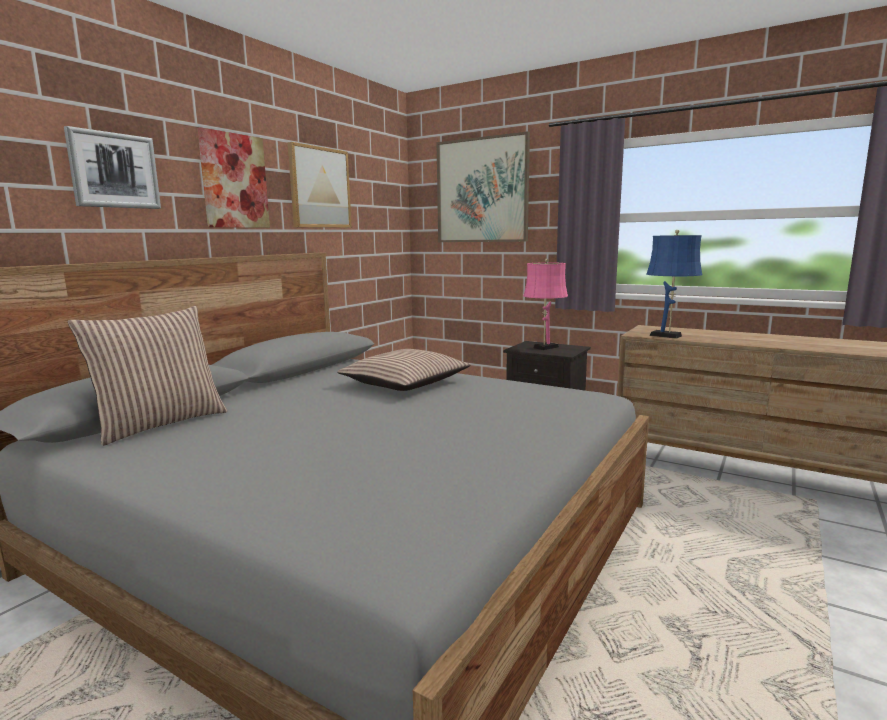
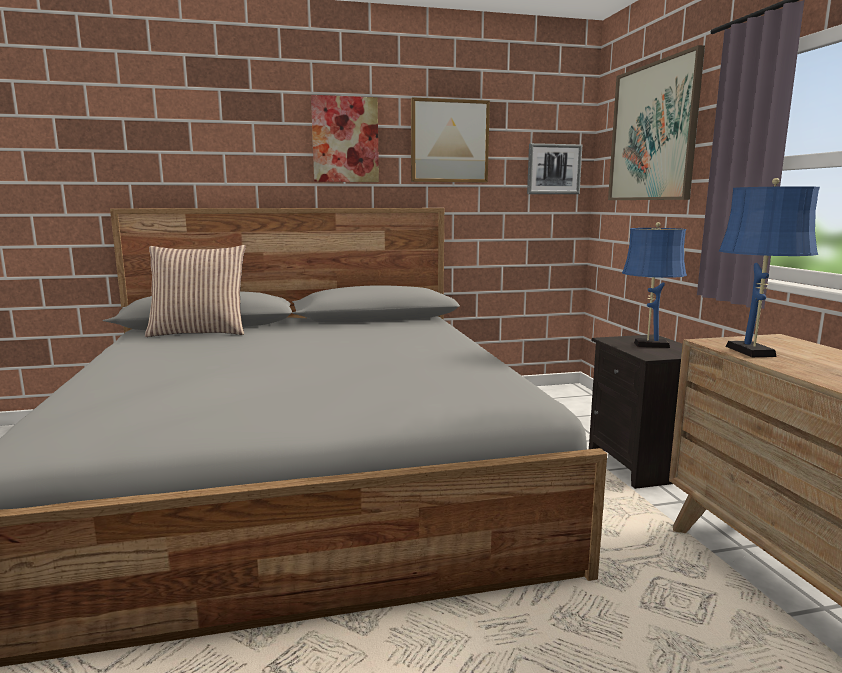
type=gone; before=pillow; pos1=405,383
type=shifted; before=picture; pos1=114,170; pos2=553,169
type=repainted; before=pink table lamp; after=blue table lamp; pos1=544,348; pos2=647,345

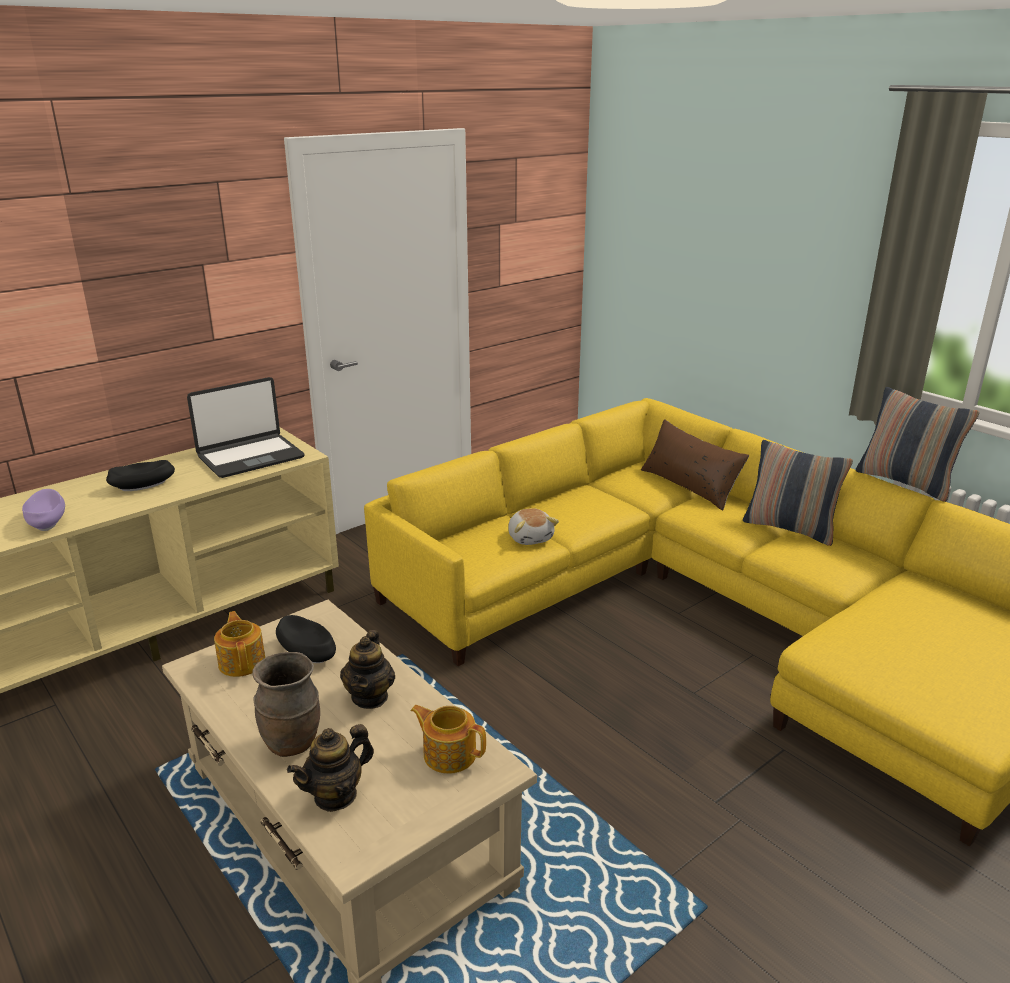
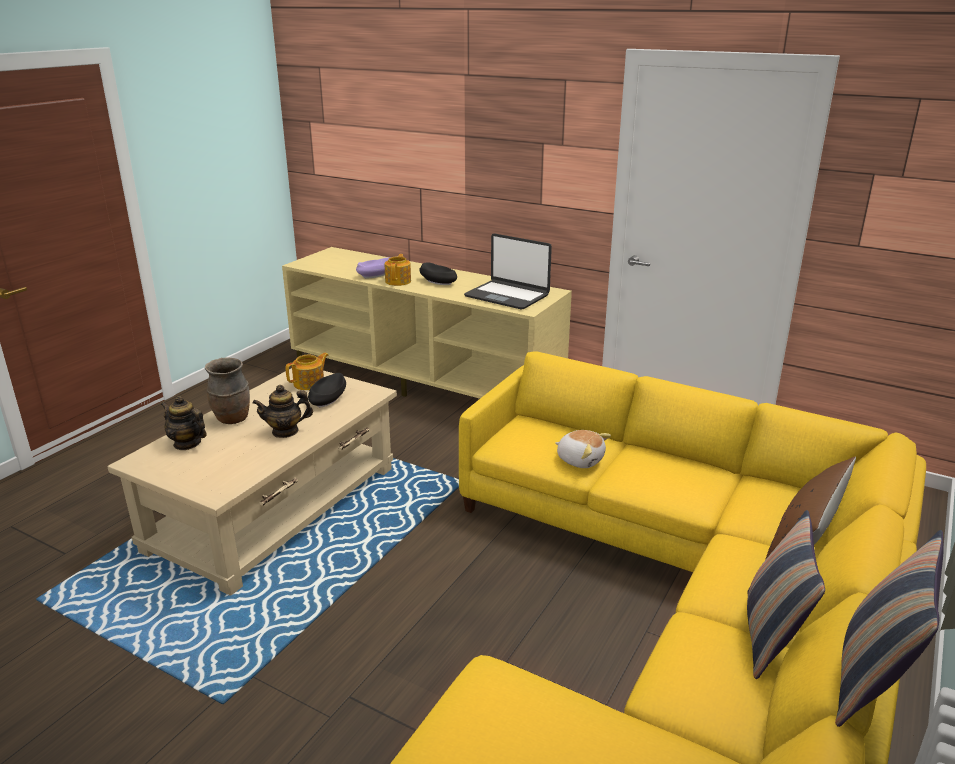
type=shifted; before=teapot; pos1=449,754; pos2=398,281
type=rotated; before=plush toy; pos1=531,537; pos2=580,459; turn=-105

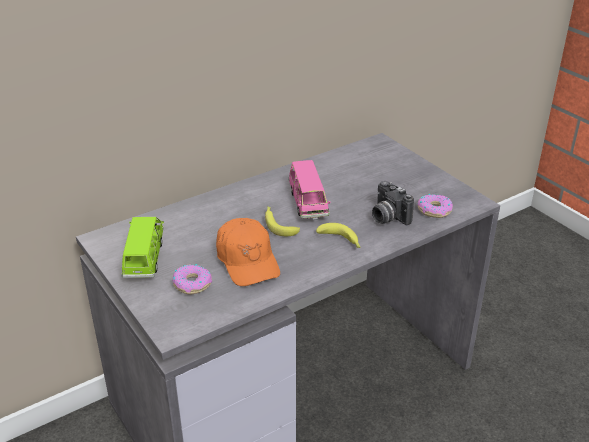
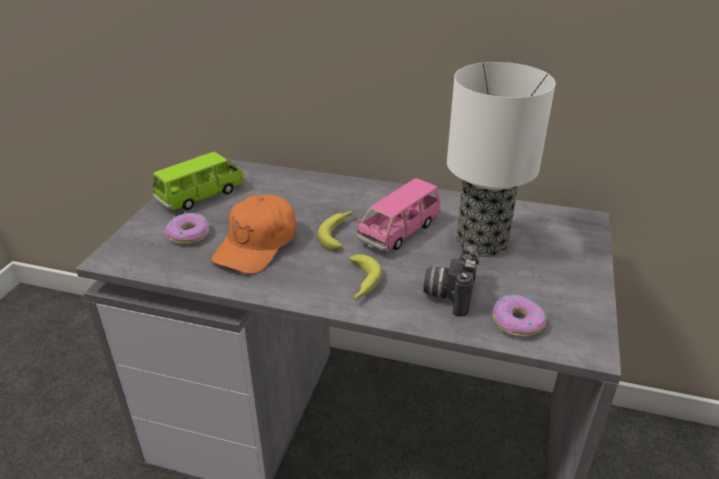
type=new; after=table lamp; pos2=482,241

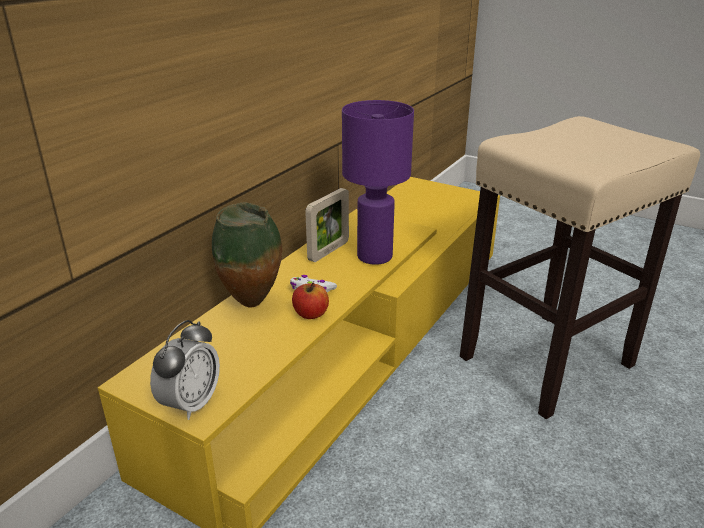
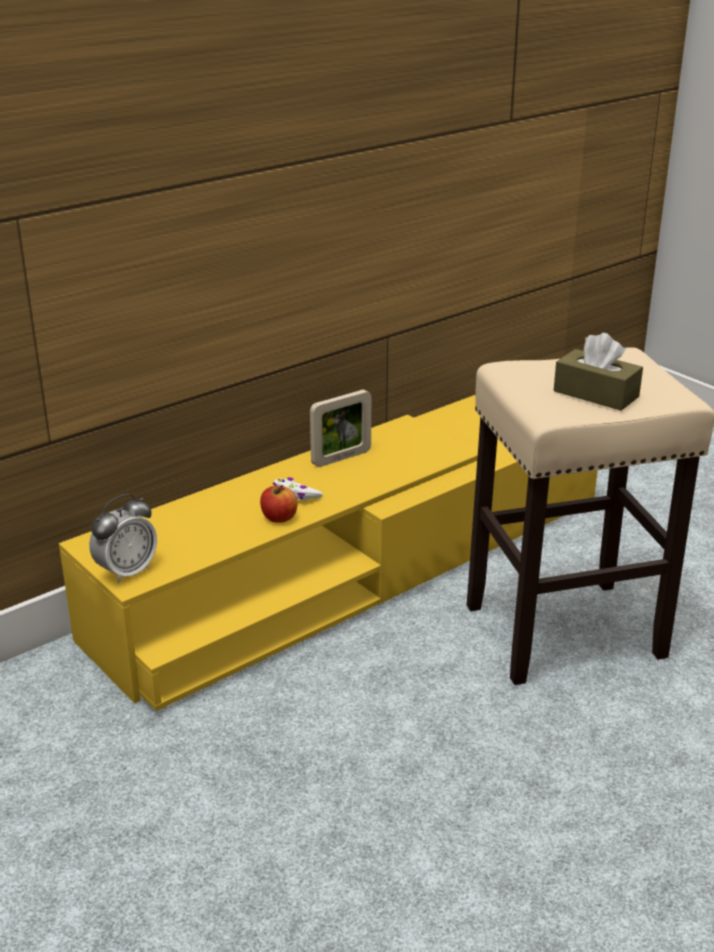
type=gone; before=vase; pos1=253,305
type=gone; before=purple table lamp; pos1=375,256
type=new; after=brown tissue box; pos2=596,394

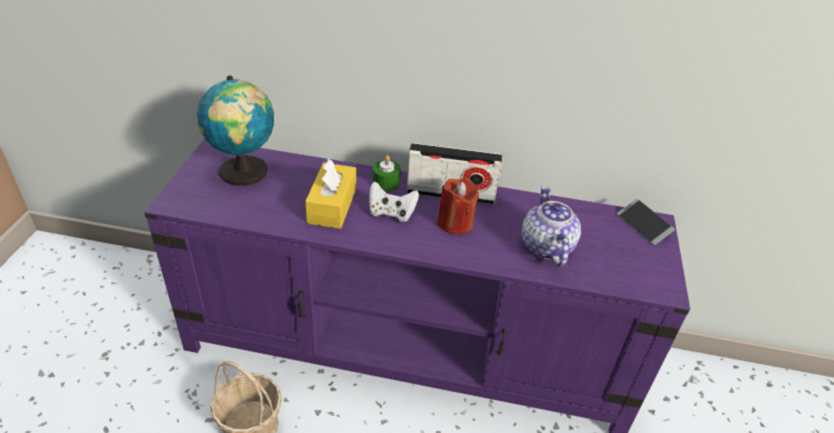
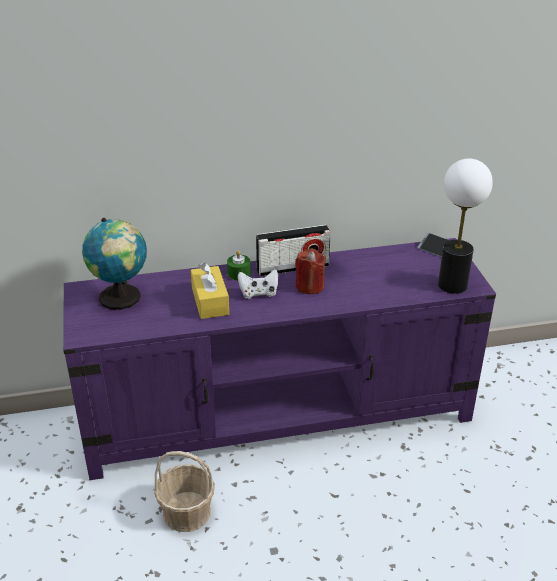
type=gone; before=teapot; pos1=546,247
type=new; after=table lamp; pos2=453,285

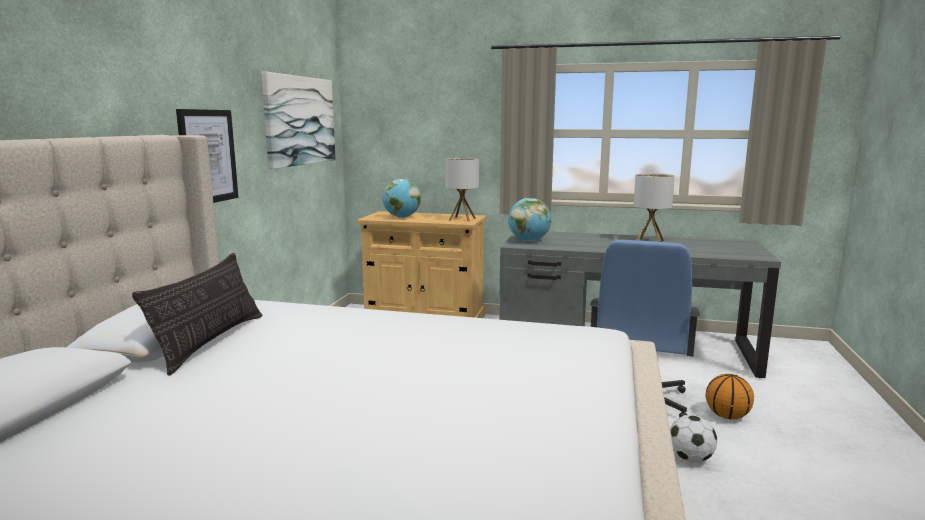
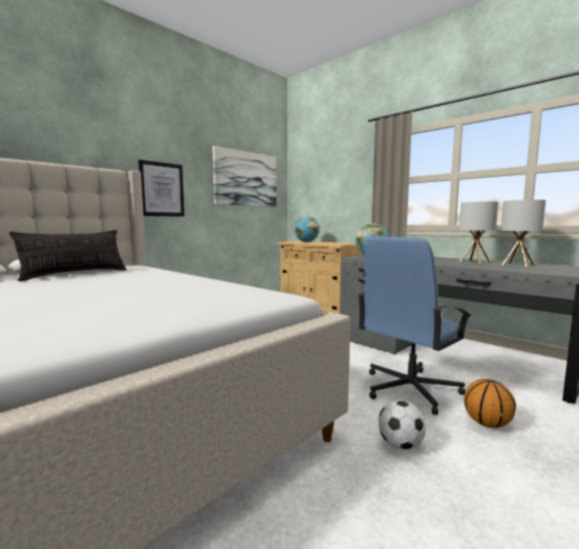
type=shifted; before=table lamp; pos1=462,219; pos2=517,265

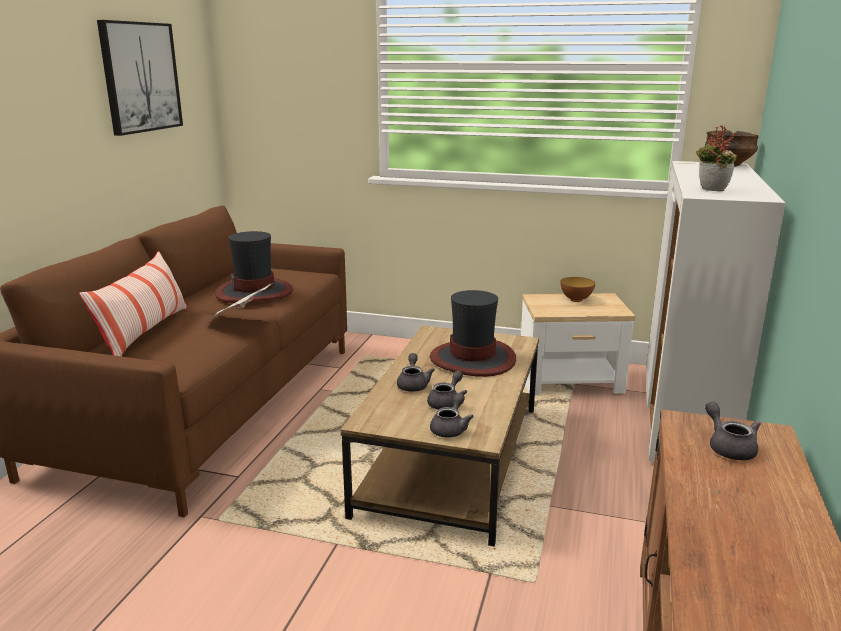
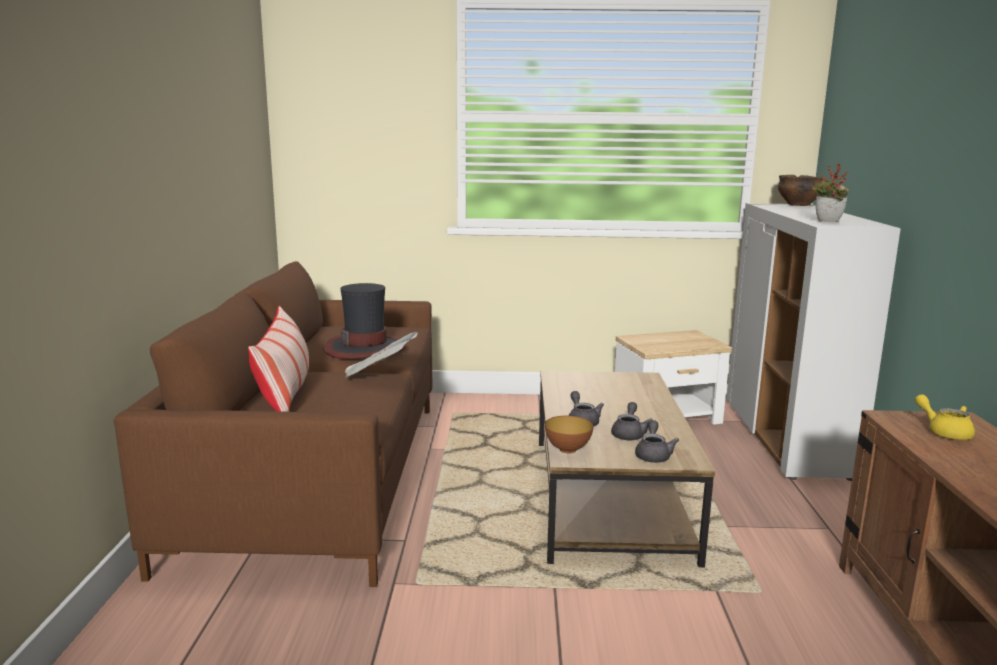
type=gone; before=picture; pos1=140,77
type=gone; before=hat; pos1=473,359
type=shifted; before=bowl; pos1=576,300; pos2=568,450
type=repainted; before=grey teapot; after=yellow teapot; pos1=728,447; pos2=944,432

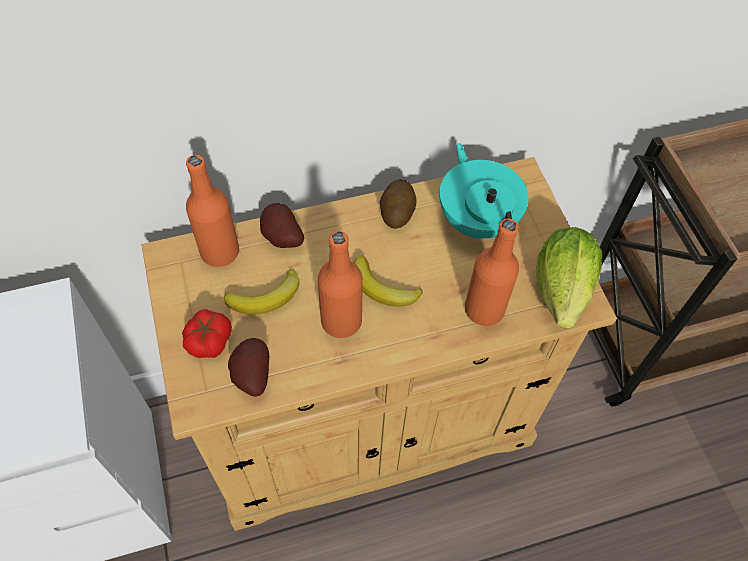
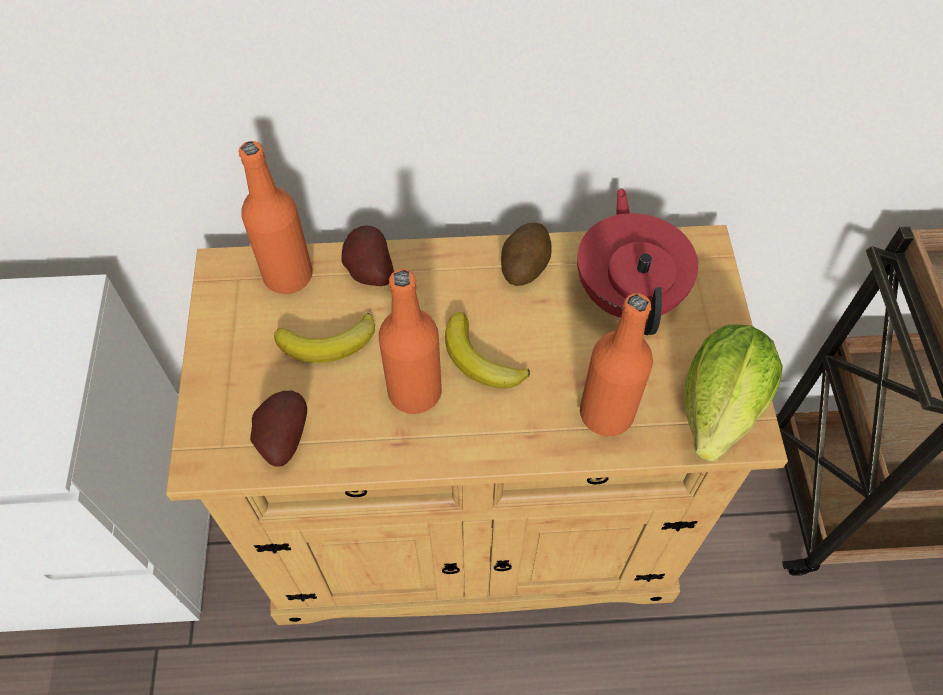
type=gone; before=tomato; pos1=208,340
type=repainted; before=turquoise teapot; after=red teapot; pos1=478,220; pos2=629,294

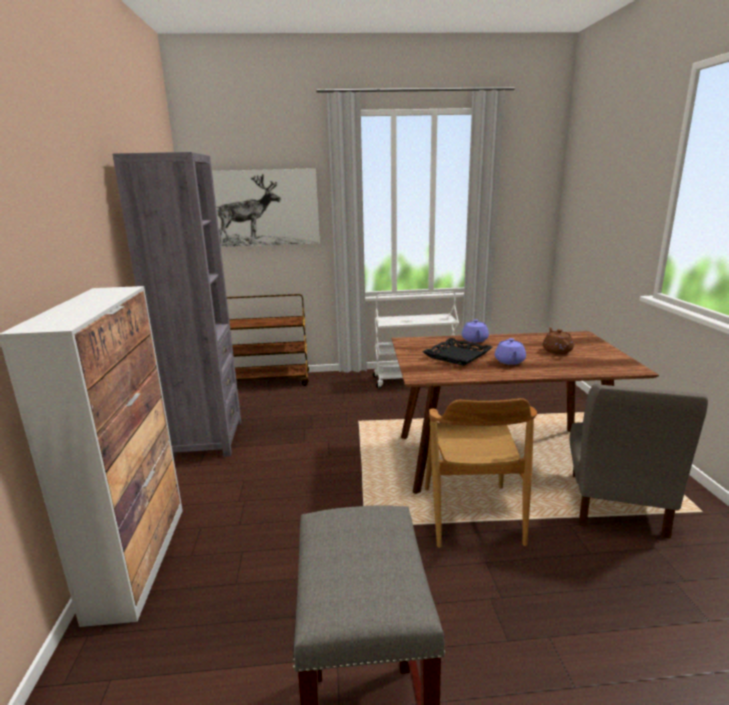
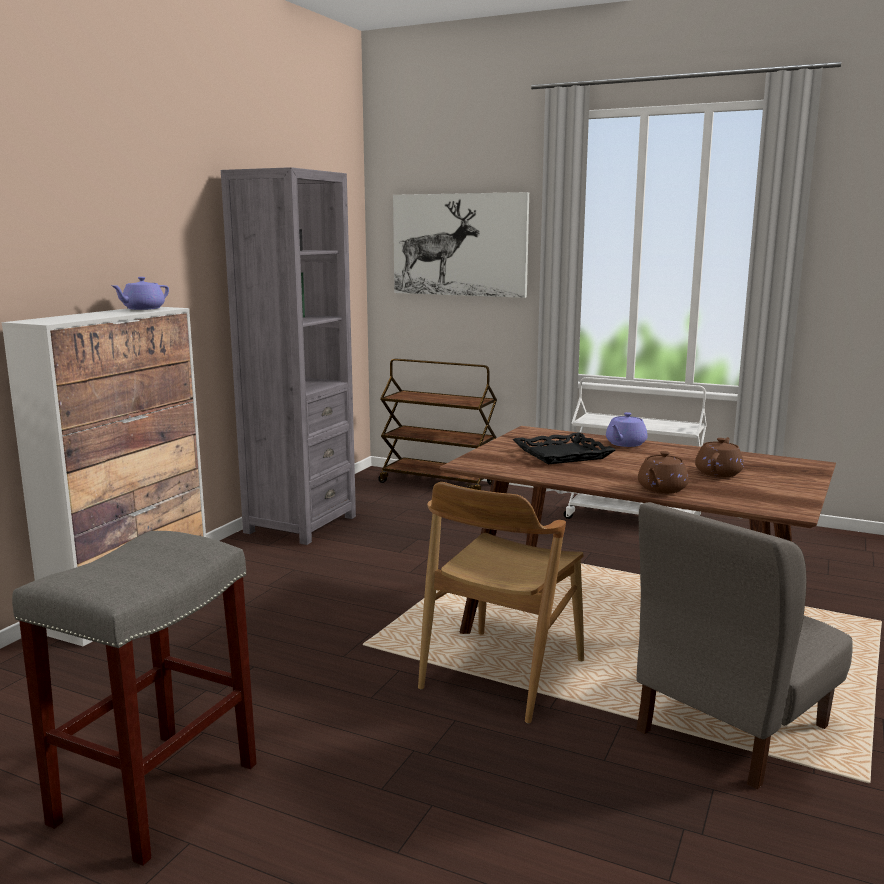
type=new; after=brown teapot; pos2=661,489
type=shifted; before=purple teapot; pos1=509,361; pos2=142,309

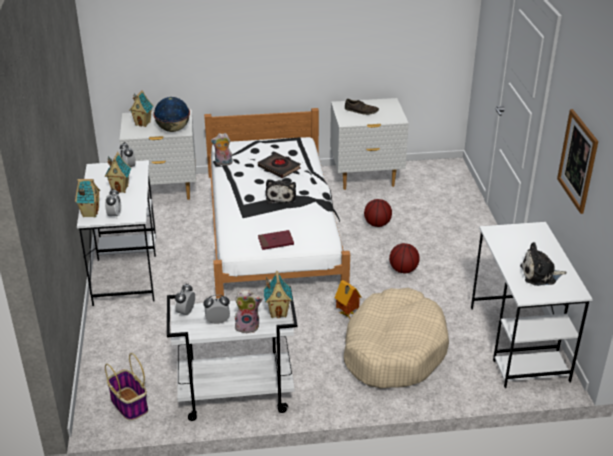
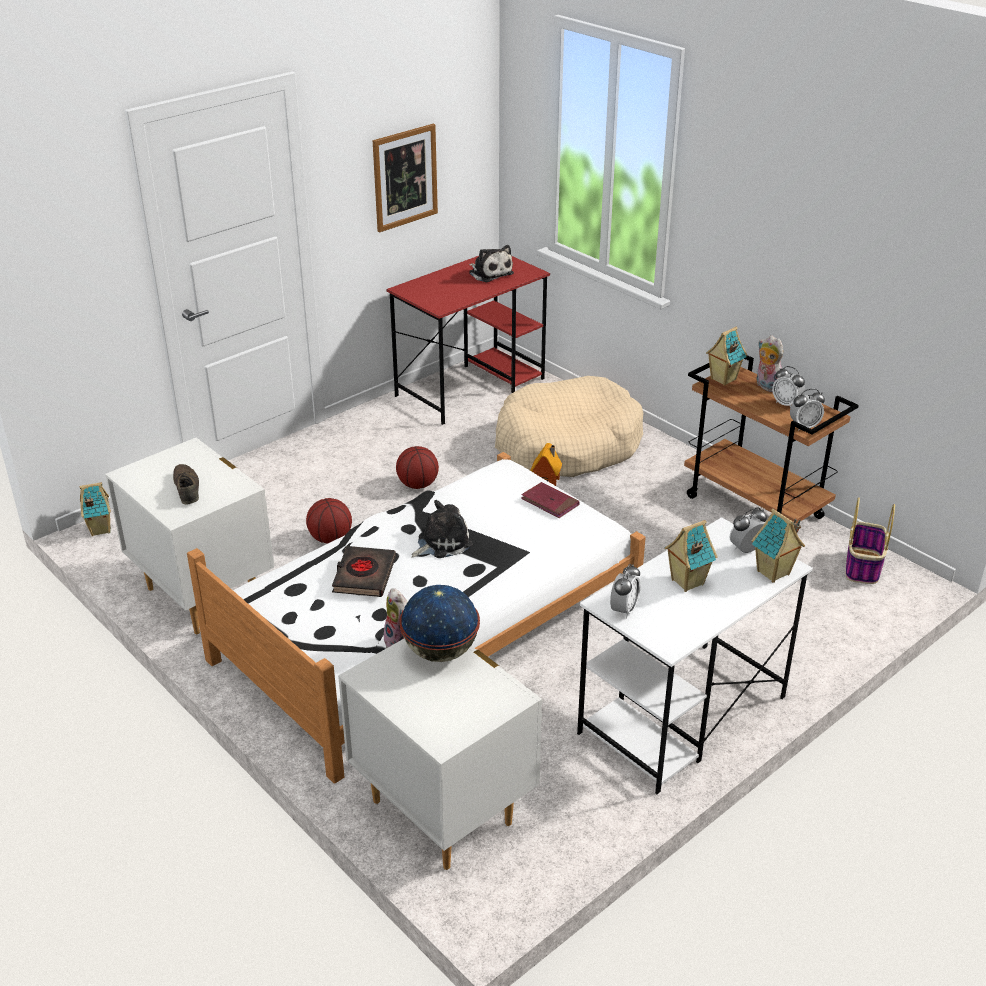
type=shifted; before=toy house; pos1=143,123; pos2=99,529
type=repainted; before=white cart; after=brown cart; pos1=235,396; pos2=755,507
type=repainted; before=white desk; after=red desk; pos1=518,343; pos2=471,386

